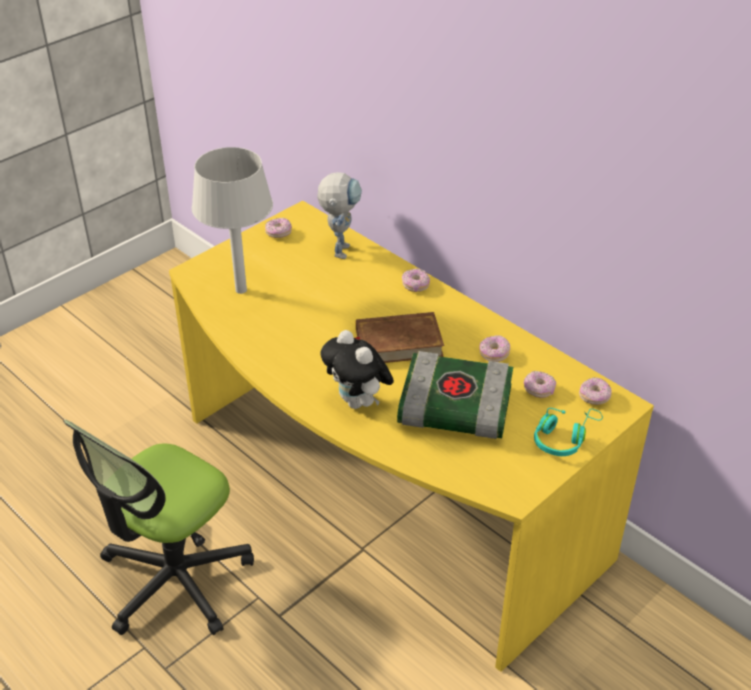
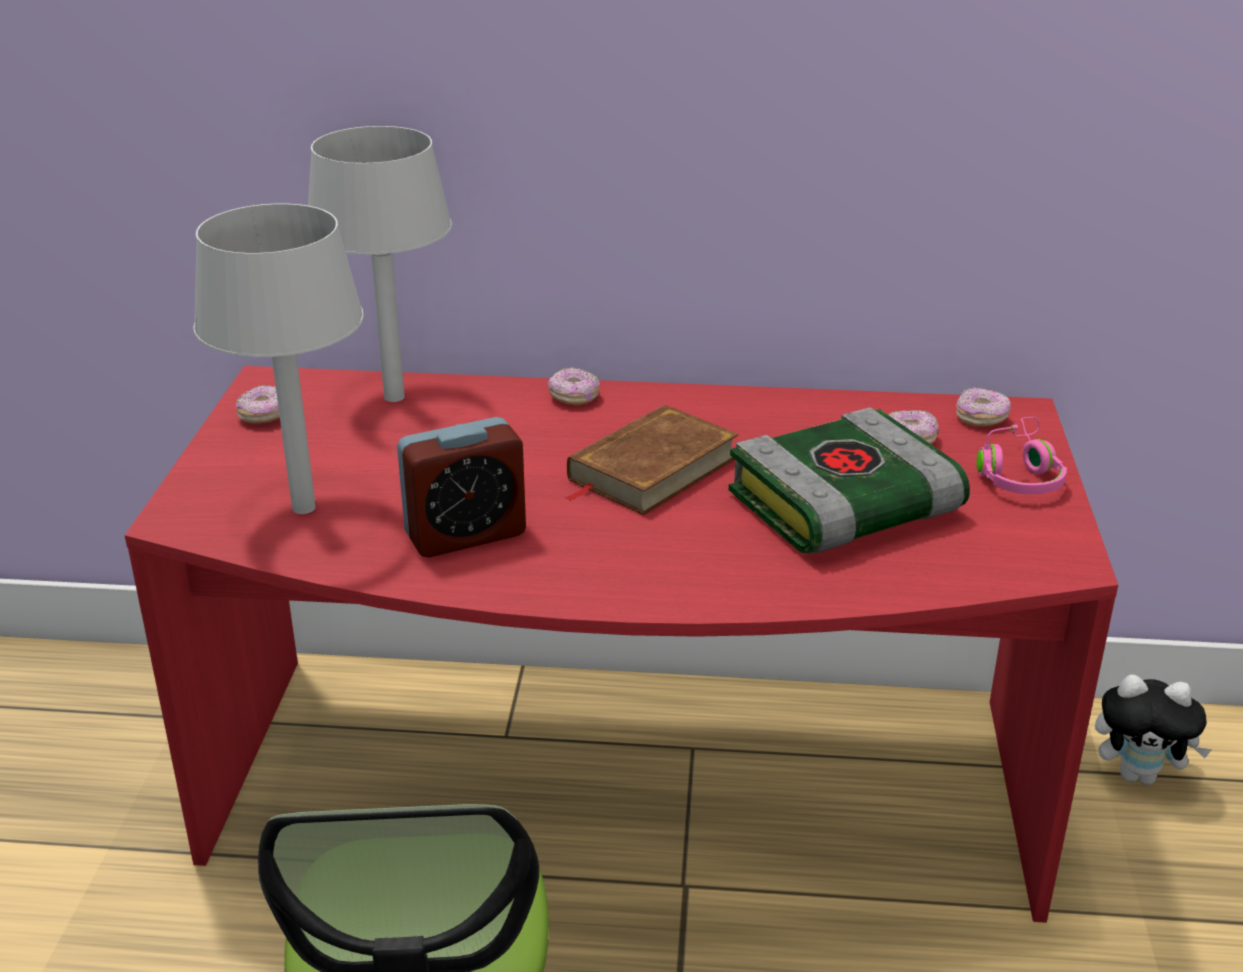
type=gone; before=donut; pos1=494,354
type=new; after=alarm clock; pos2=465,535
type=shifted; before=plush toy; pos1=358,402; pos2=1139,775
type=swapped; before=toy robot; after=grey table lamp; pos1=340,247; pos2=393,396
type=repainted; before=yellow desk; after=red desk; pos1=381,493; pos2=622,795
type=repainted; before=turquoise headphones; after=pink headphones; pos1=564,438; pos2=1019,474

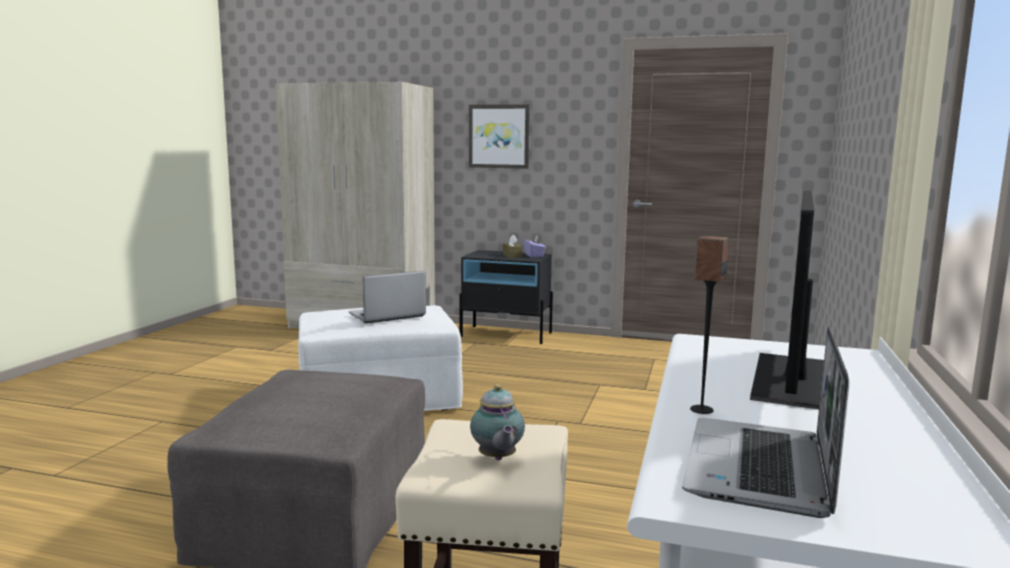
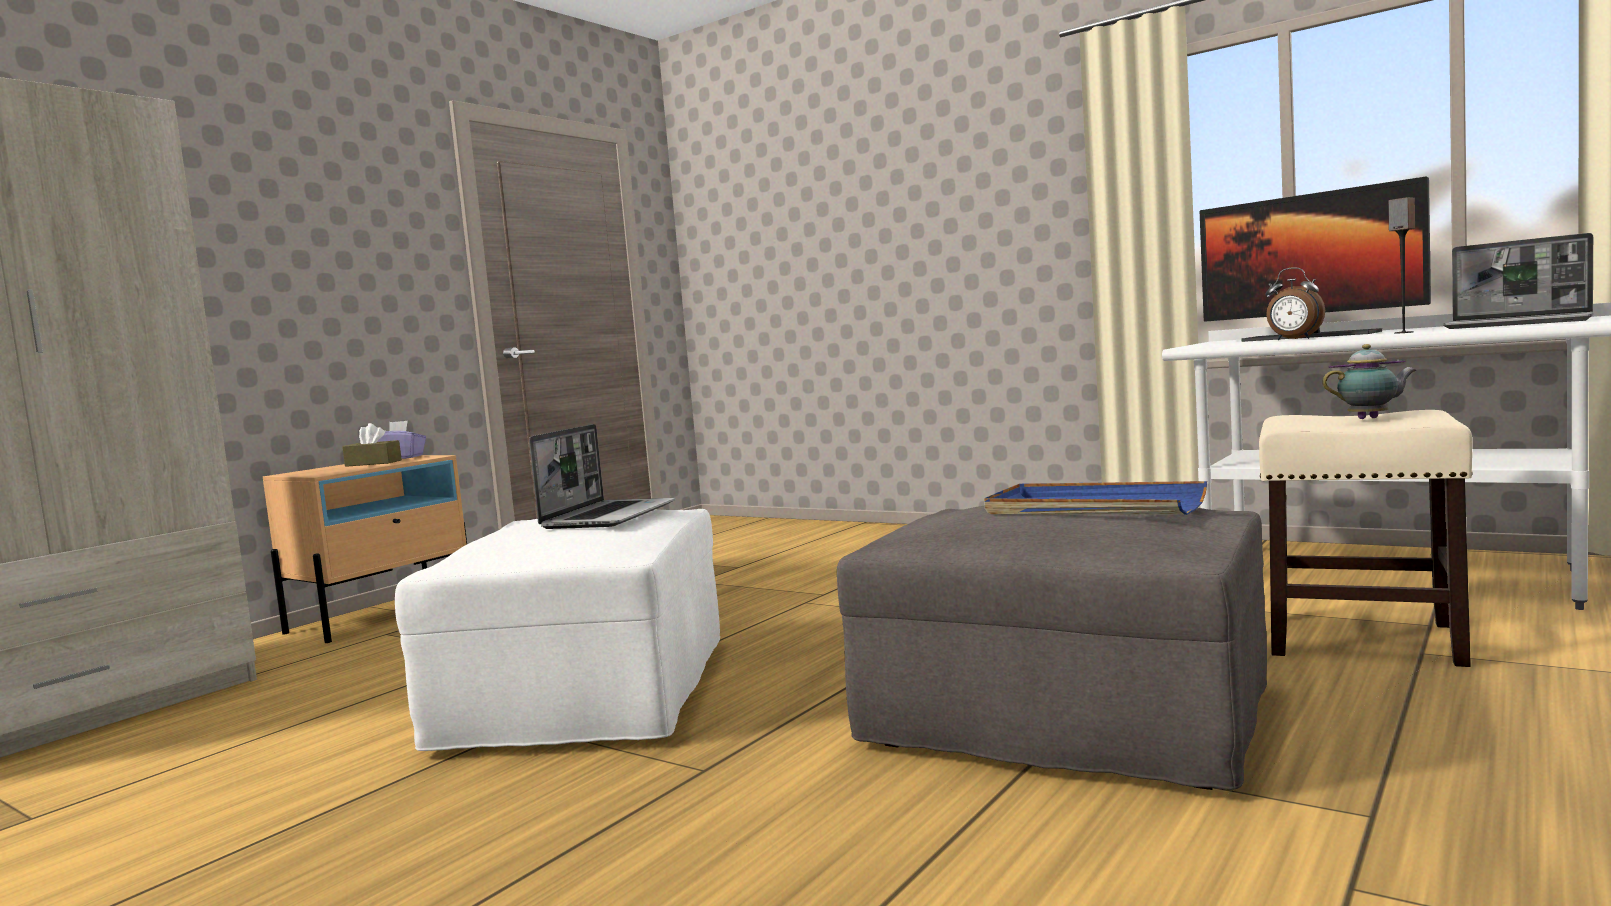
type=gone; before=picture; pos1=499,136
type=new; after=blue tray; pos2=1093,508
type=new; after=alarm clock; pos2=1293,339
type=repainted; before=black nightstand; after=beige nightstand; pos1=506,334; pos2=383,615
type=rotated; before=laptop; pos1=386,316; pos2=609,516; turn=-150

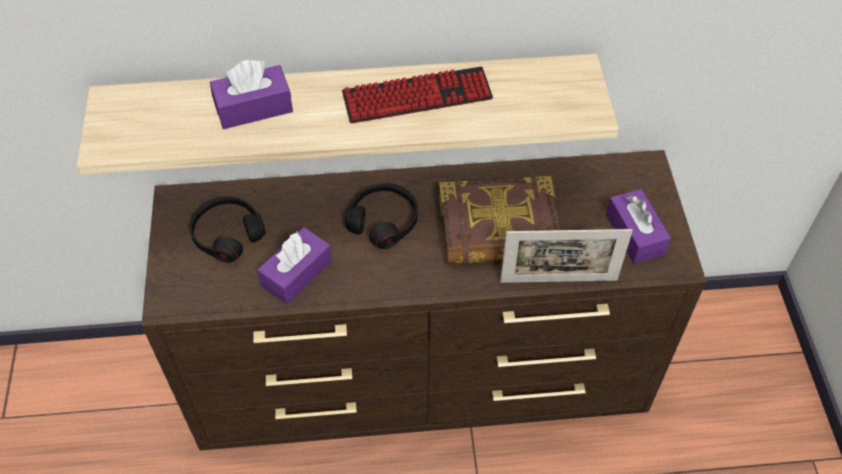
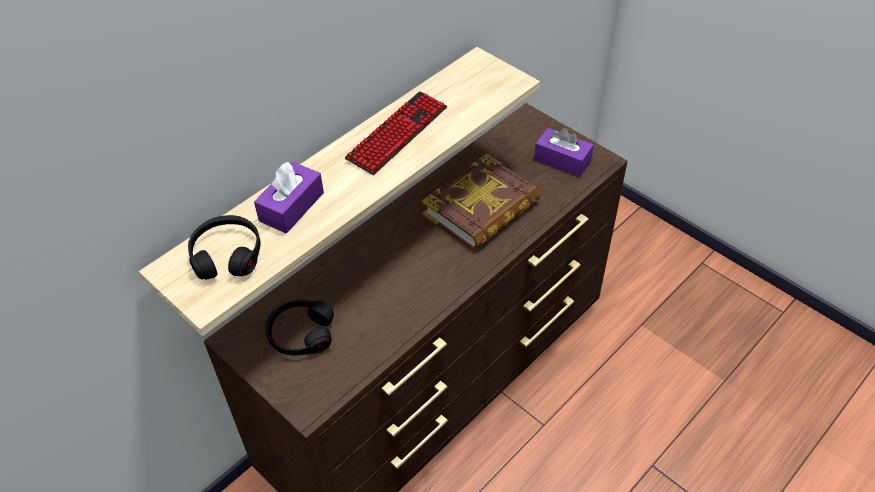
type=gone; before=purple tissue box; pos1=297,273
type=gone; before=picture frame; pos1=558,280
type=shifted; before=black headphones; pos1=383,221; pos2=227,254

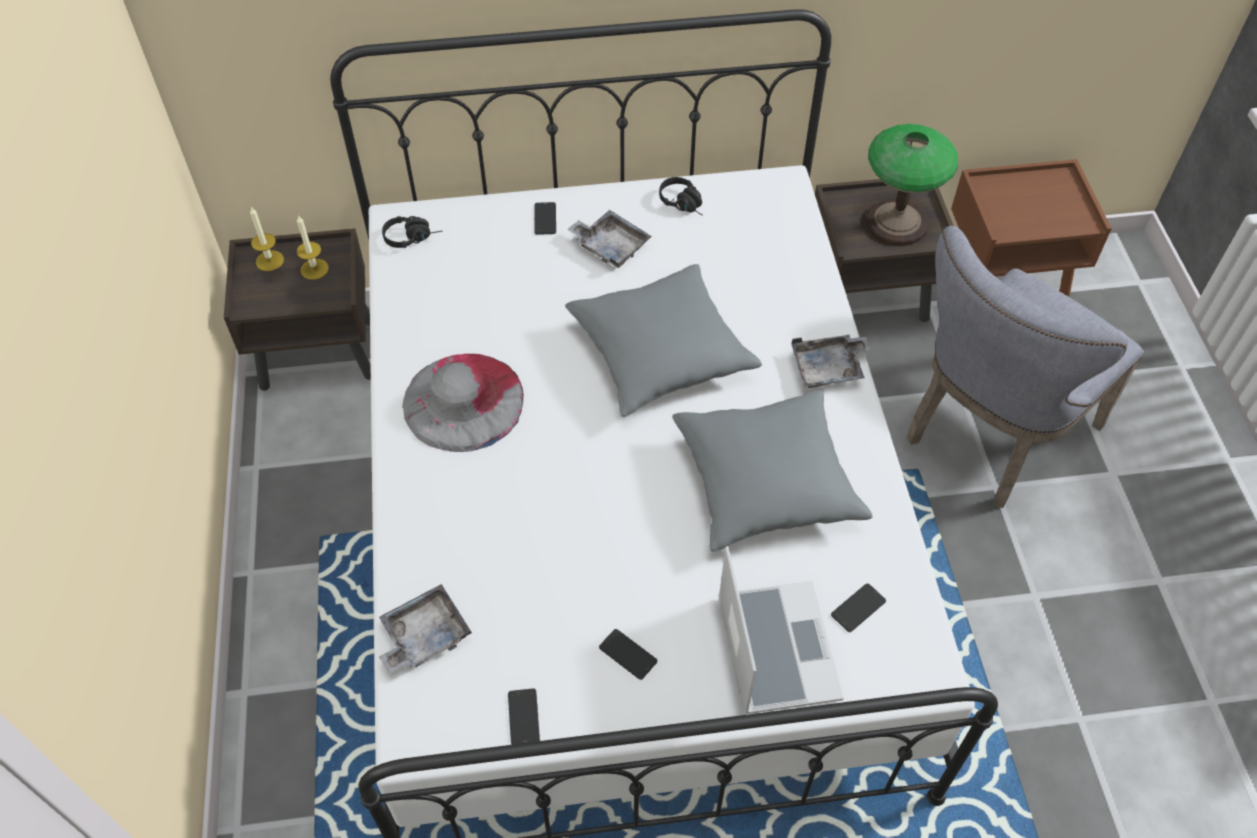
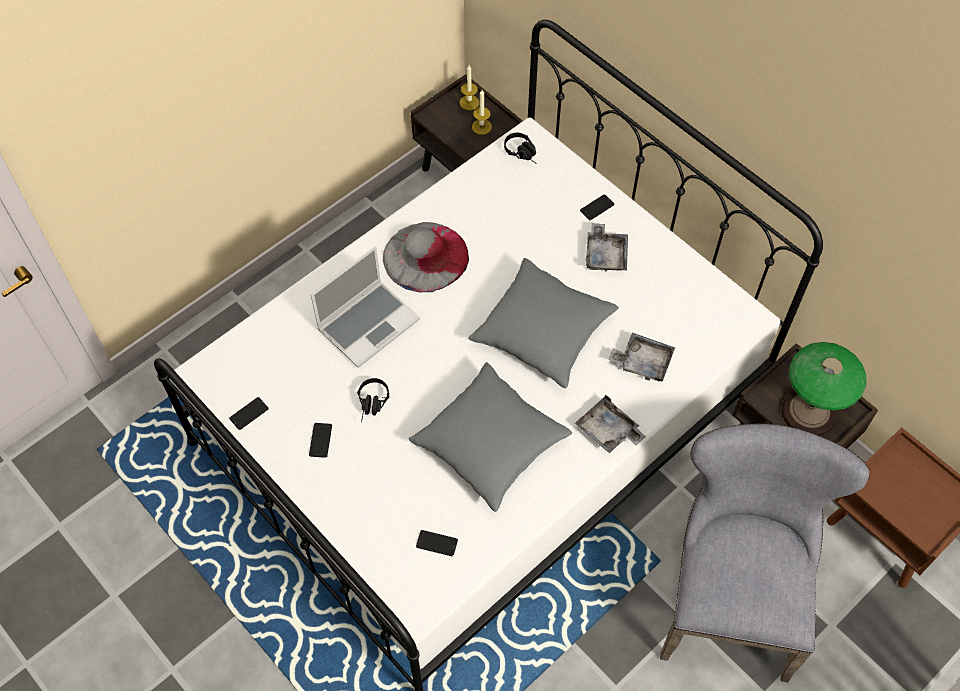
type=shifted; before=grey tray; pos1=424,636; pos2=642,362
type=shifted; before=black headphones; pos1=685,204; pos2=372,405
type=shifted; before=laptop; pos1=774,647; pos2=368,323
type=rotated; before=grey chair; pos1=991,436; pos2=729,594; turn=90

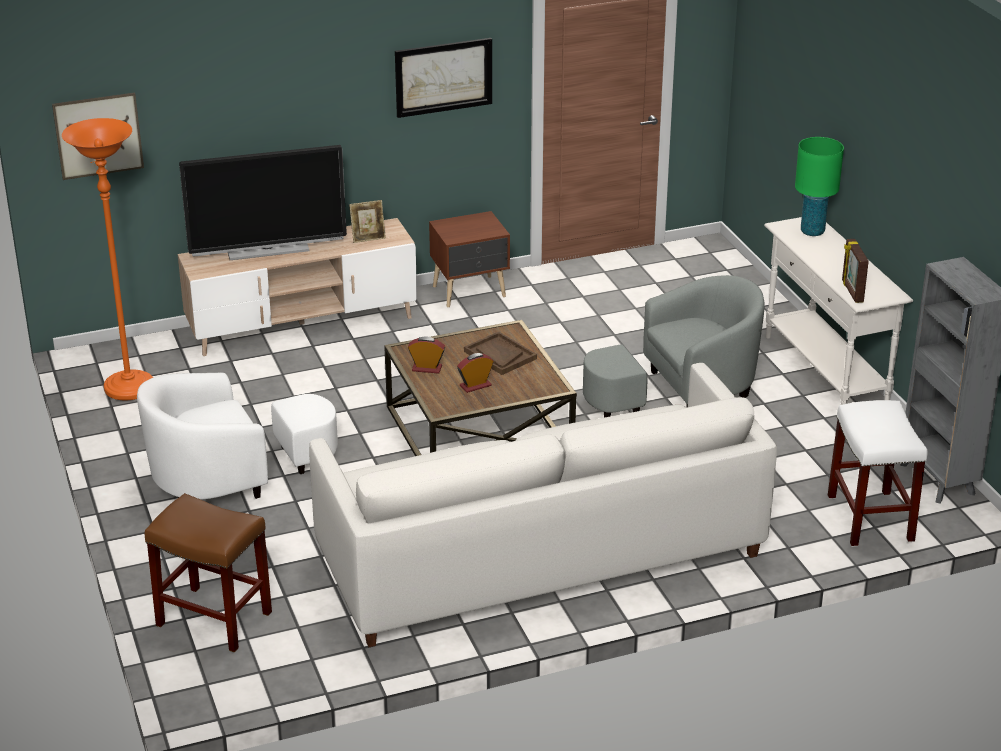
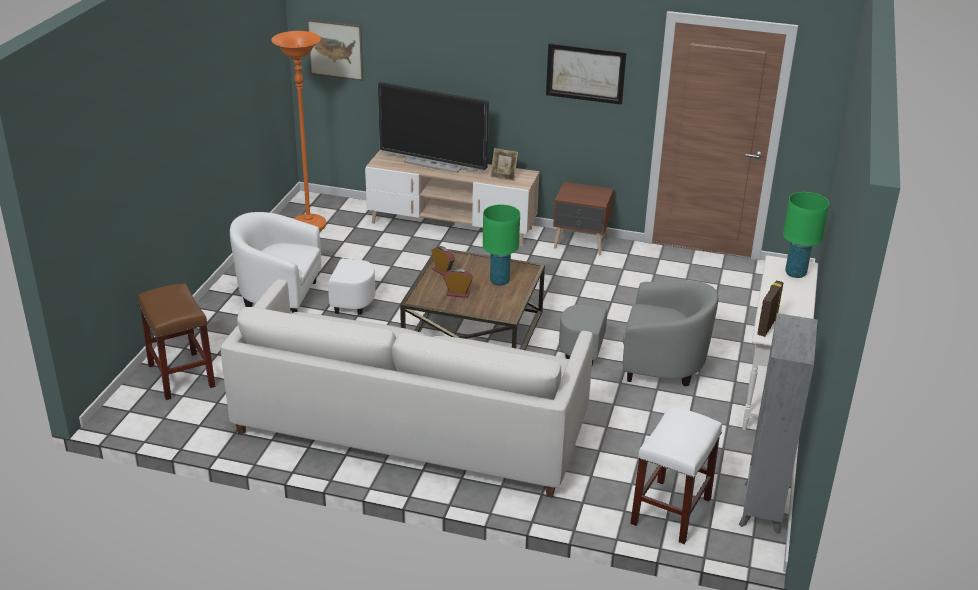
type=swapped; before=brown tray; after=green table lamp; pos1=500,355; pos2=499,281

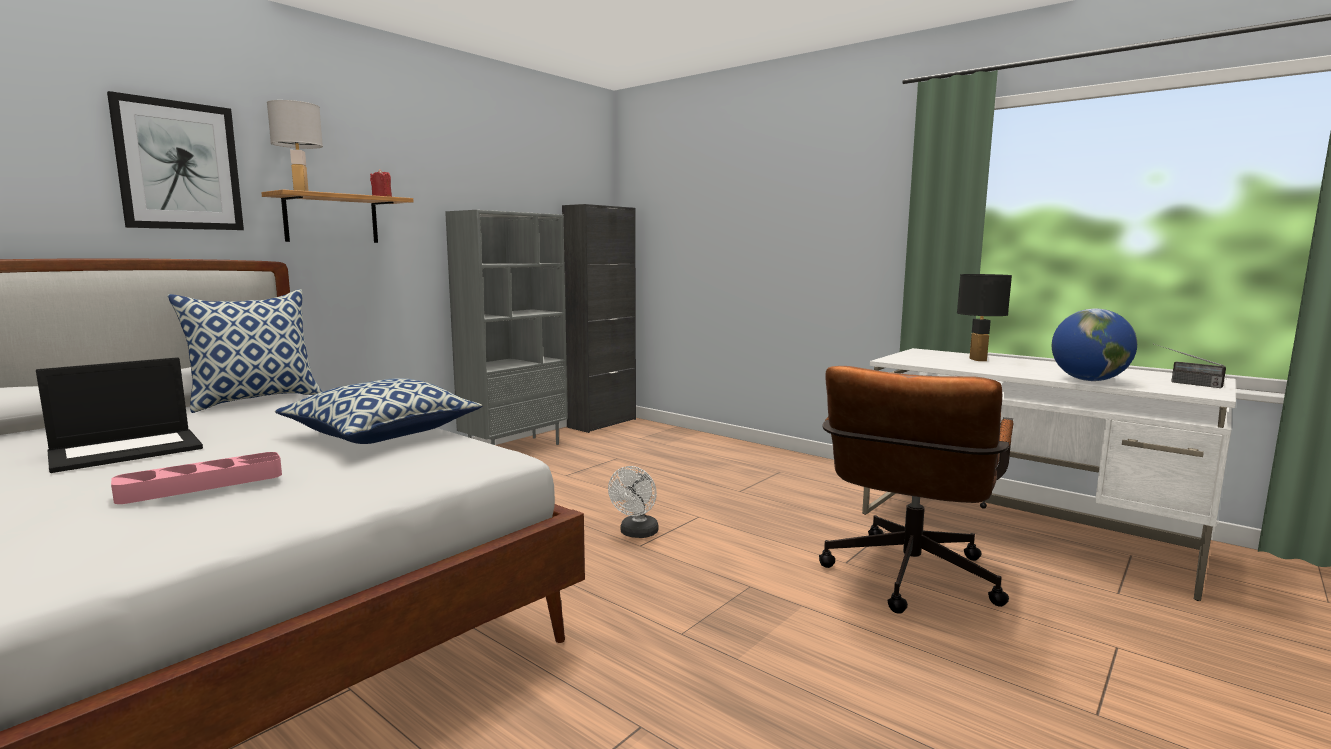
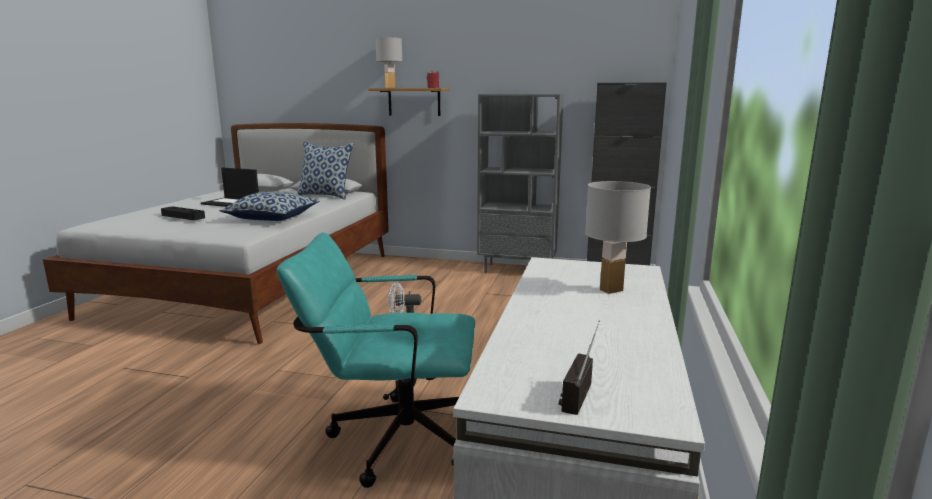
type=gone; before=picture; pos1=179,166
type=gone; before=globe; pos1=1088,380
type=repainted; before=pink tray; after=black tray; pos1=202,484; pos2=183,216
type=repainted; before=brown office chair; after=turquoise office chair; pos1=907,581; pos2=391,438
type=repainted; before=black table lamp; after=white table lamp; pos1=977,359; pos2=611,290

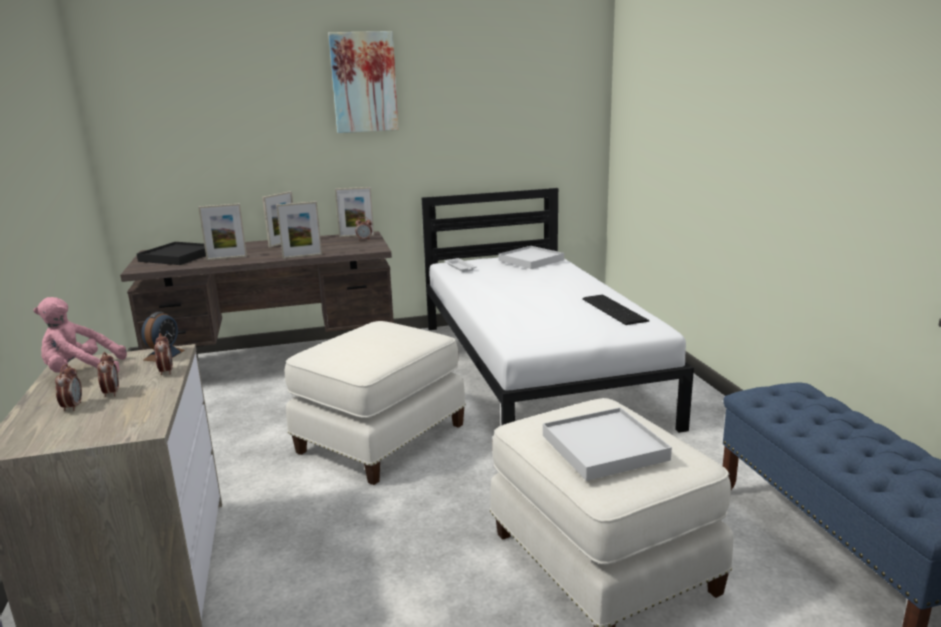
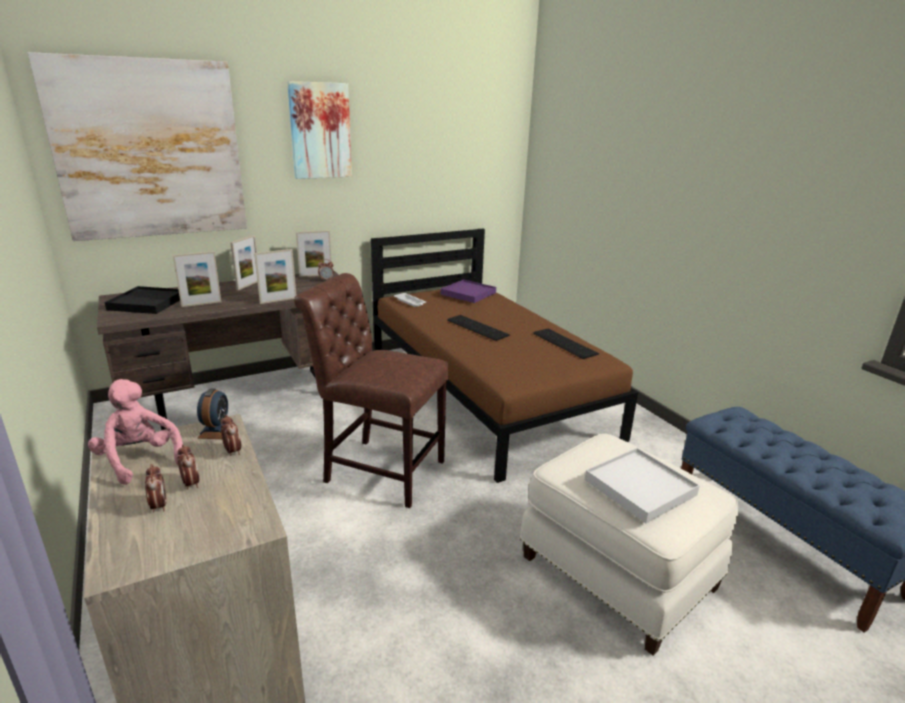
type=new; after=picture; pos2=150,150
type=new; after=keyboard; pos2=478,327
type=swapped; before=white ottoman; after=brown chair; pos1=380,437; pos2=379,469
type=repainted; before=white bed; after=brown bed; pos1=536,370; pos2=485,392
type=repainted; before=white tray; after=purple tray; pos1=531,260; pos2=468,293
type=rotated; before=pink plush toy; pos1=82,373; pos2=139,460; turn=75

